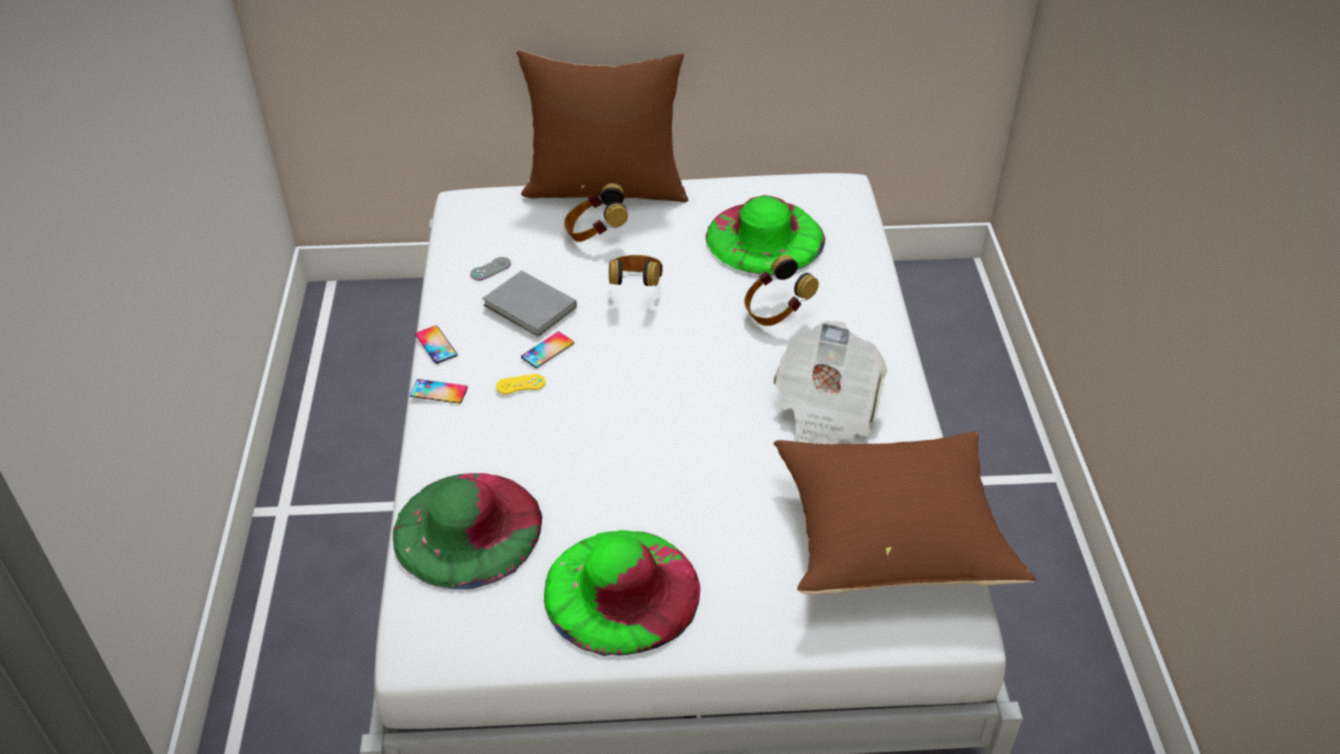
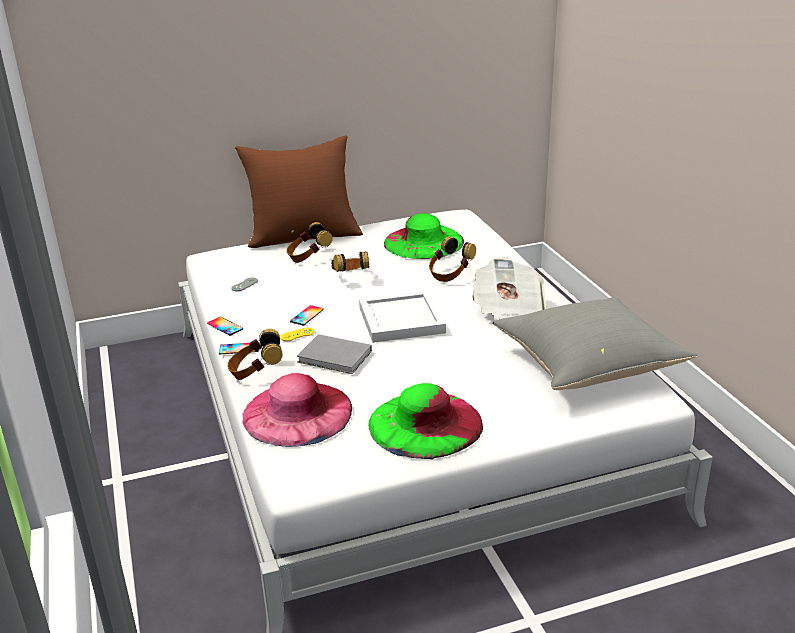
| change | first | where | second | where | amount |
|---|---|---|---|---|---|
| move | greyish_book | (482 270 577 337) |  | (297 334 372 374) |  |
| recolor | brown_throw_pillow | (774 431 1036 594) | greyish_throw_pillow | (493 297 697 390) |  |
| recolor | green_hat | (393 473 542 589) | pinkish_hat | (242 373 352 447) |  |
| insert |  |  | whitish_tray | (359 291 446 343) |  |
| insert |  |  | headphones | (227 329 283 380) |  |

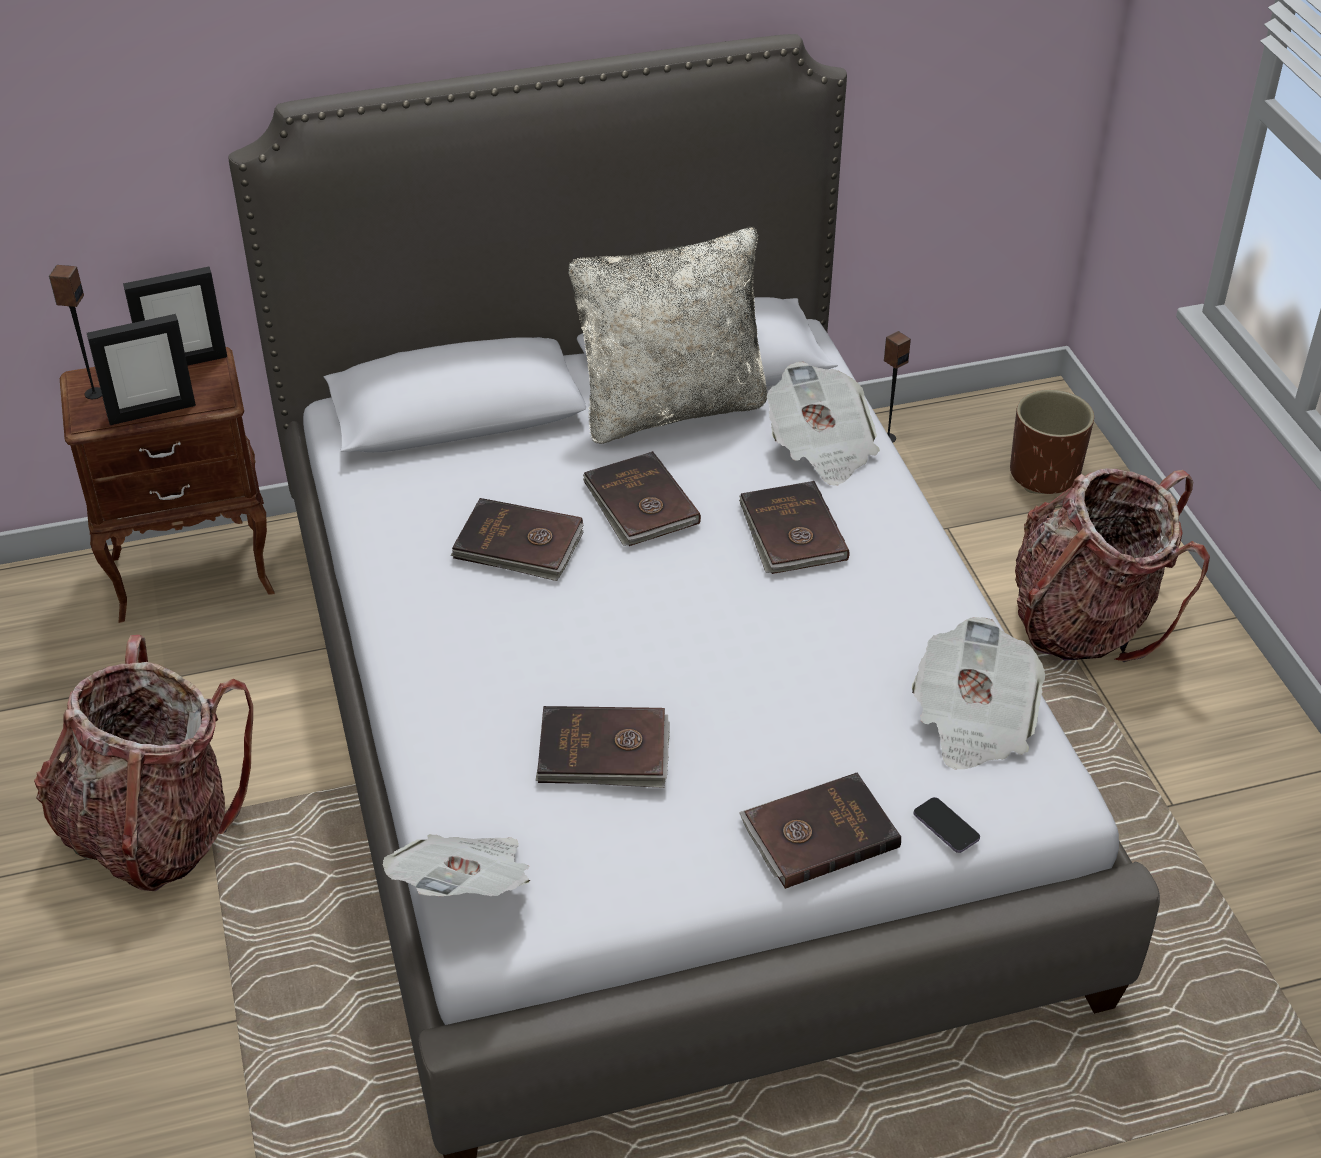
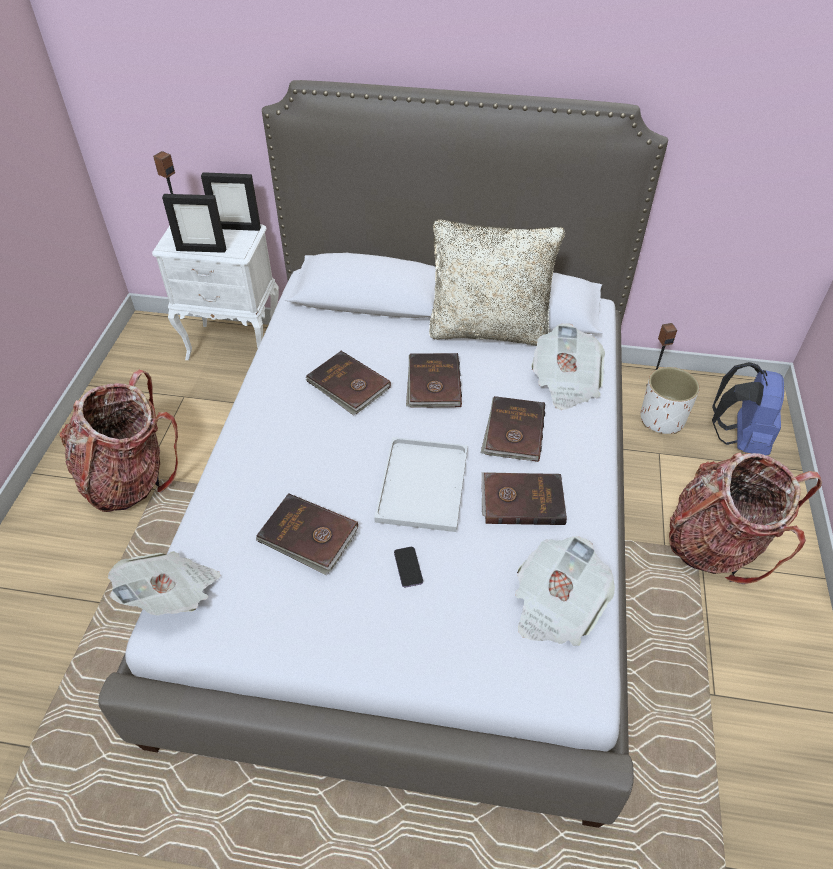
| change | first | where | second | where | amount |
|---|---|---|---|---|---|
| recolor | brown_bedside_table | (60 347 275 623) | whitish_bedside_table | (152 224 279 360) |  |
| replace | brown_plant_pot | (1010 390 1094 494) | blue_rucksack | (712 362 784 455) |  |
| move | brown_book | (739 773 901 889) |  | (481 472 567 525) |  |
| move | phone | (914 797 980 853) |  | (394 547 423 587) |  |
| insert |  |  | whitish_plant_pot | (640 367 700 434) |  |
| insert |  |  | whitish_tray | (374 437 468 532) |  |

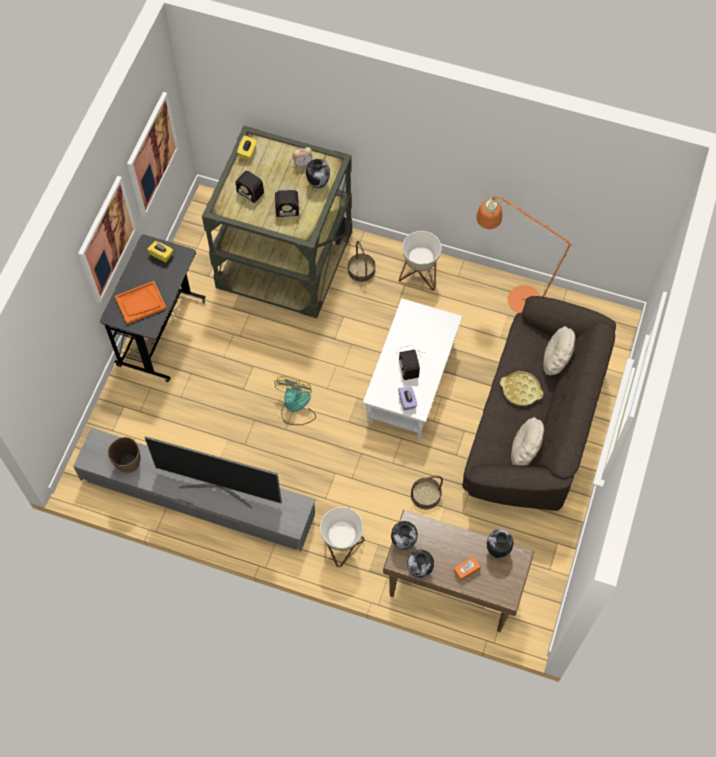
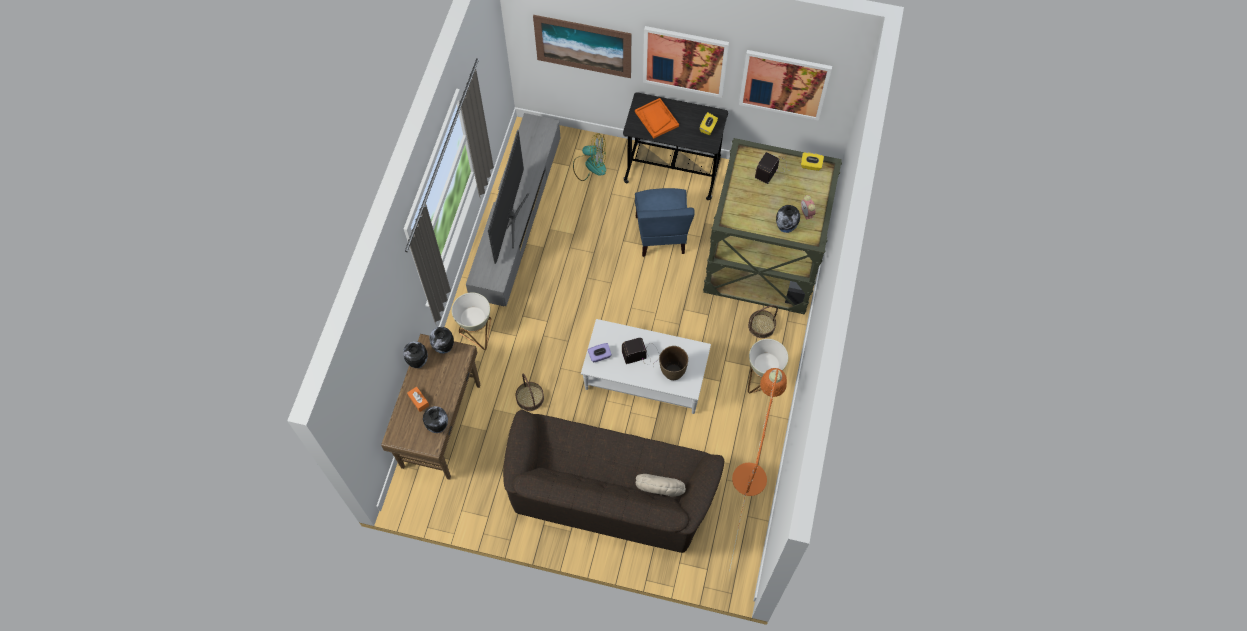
| change | first | where | second | where | amount |
|---|---|---|---|---|---|
| delete | radio | (261 190 299 217) |  |  |  |
| delete | yellow_tray | (500 371 543 406) |  |  |  |
| move | fan | (274 376 316 425) |  | (573 133 606 181) |  |
| delete | sand-coloured_throw_pillow | (511 417 544 465) |  |  |  |
| move | brown_vase | (108 437 141 473) |  | (659 346 688 380) |  |
| insert |  |  | wall_art | (533 15 631 78) |  |
| insert |  |  | blue_upright_chair | (635 188 695 257) |  |

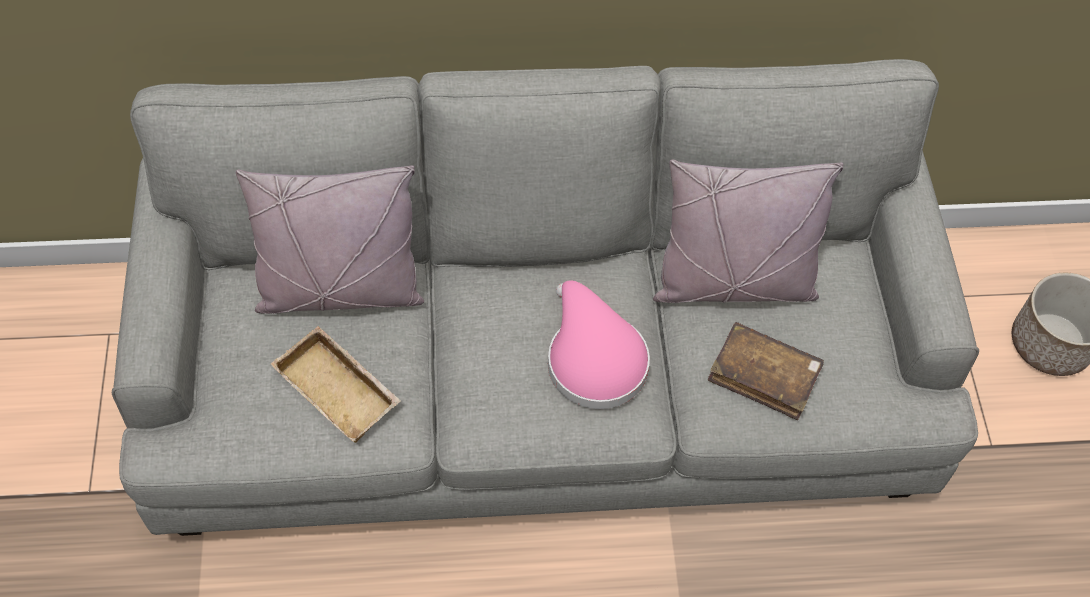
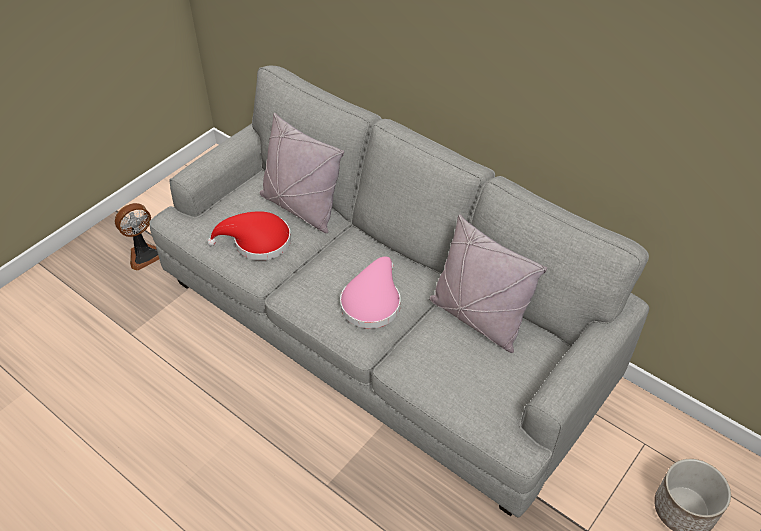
| change | first | where | second | where | amount |
|---|---|---|---|---|---|
| delete | brown_book | (708 322 824 420) |  |  |  |
| replace | sand-coloured_tray | (271 326 401 443) | reddish_hat | (207 211 291 260) |  |
| insert |  |  | fan | (115 203 159 271) |  |

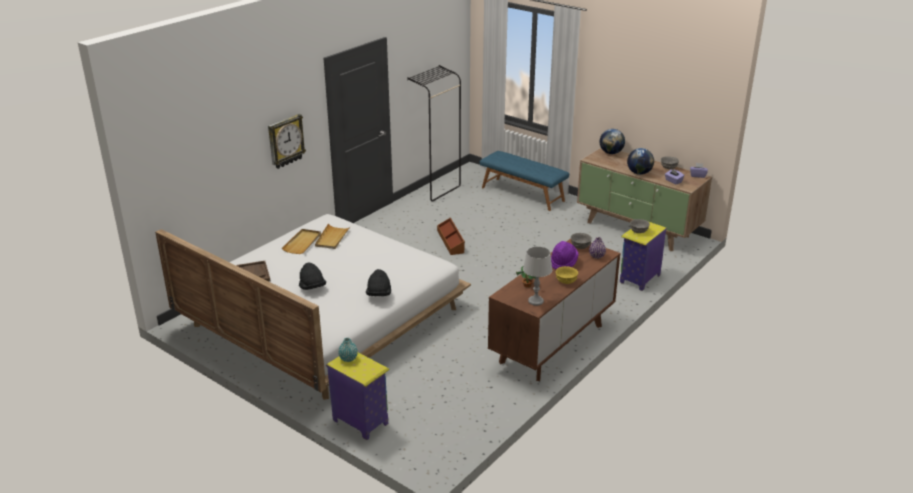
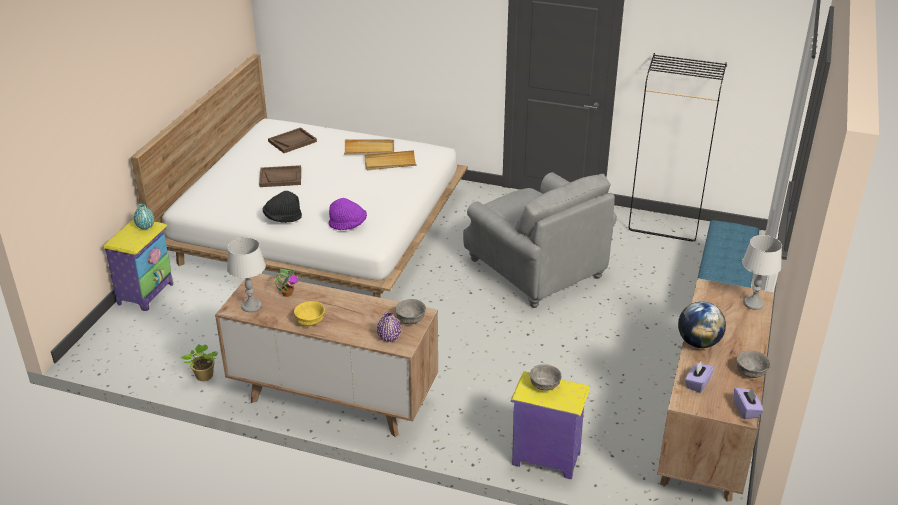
| change | first | where | second | where | amount |
|---|---|---|---|---|---|
| delete | clock_on_the_wall | (268 114 306 169) |  |  |  |
| replace | desk_globe | (600 129 625 154) | greyish_table_lamp | (742 235 782 310) |  |
| replace | brown_storage_box | (437 218 465 255) | greyish_easy_chair | (463 172 617 308) |  |
| recolor | brown_chest_of_drawers | (488 239 620 381) | green_chest_of_drawers | (215 273 438 437) |  |
| move | purplish_hat | (551 241 579 269) |  | (329 198 367 230) |  |
| replace | blackish_hat | (299 263 326 290) | brown_tray | (259 165 301 187) |  |
| insert |  |  | plant_in_a_pot | (181 344 218 381) |  |

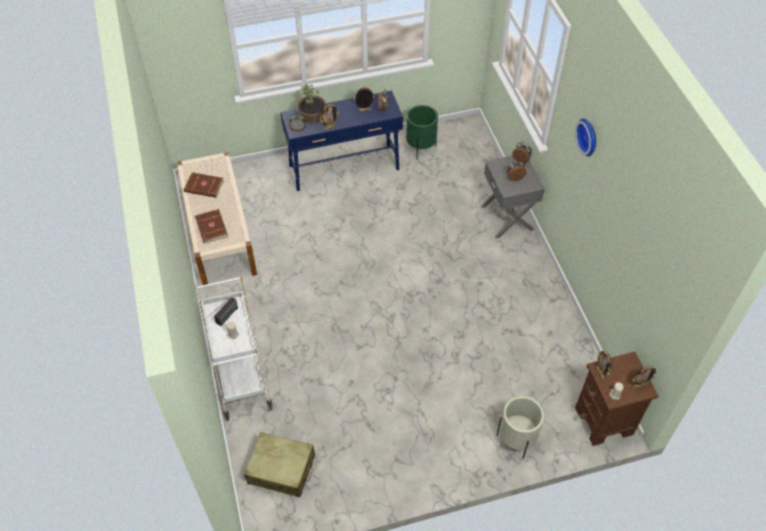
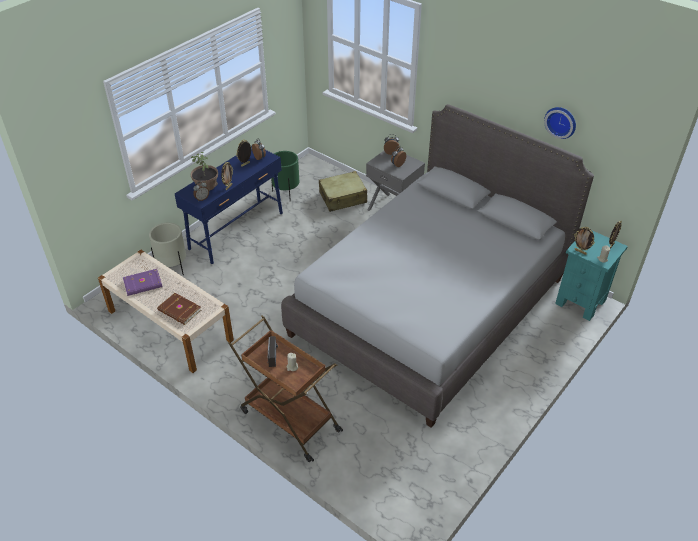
| change | first | where | second | where | amount |
|---|---|---|---|---|---|
| move | clock_on_the_wall | (575 119 596 156) |  | (544 107 576 139) |  |
| recolor | brown_book | (184 172 224 198) | purplish_book | (123 269 163 296) |  |
| recolor | whitish_trolley | (195 274 273 421) | brown_trolley | (228 315 343 462) |  |
| recolor | brown_bedside_table | (575 352 659 446) | turquoise-coloured_bedside_table | (555 231 628 321) |  |
| move | sand-coloured_plant_pot | (496 396 544 459) |  | (149 223 186 275) |  |
| move | sand-coloured_travel_case | (244 432 315 497) |  | (319 171 367 212) |  |
| insert |  |  | greyish_bedroom_bed | (281 104 594 428) |  |

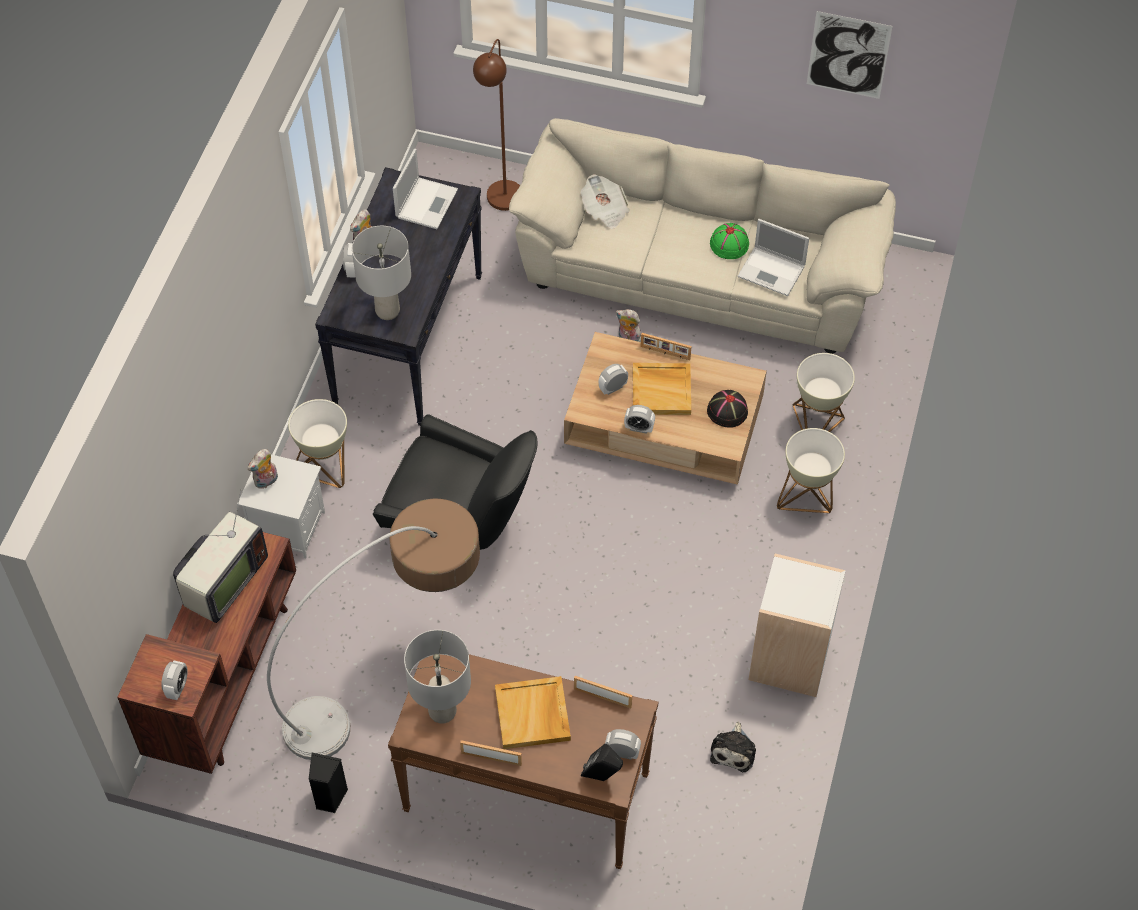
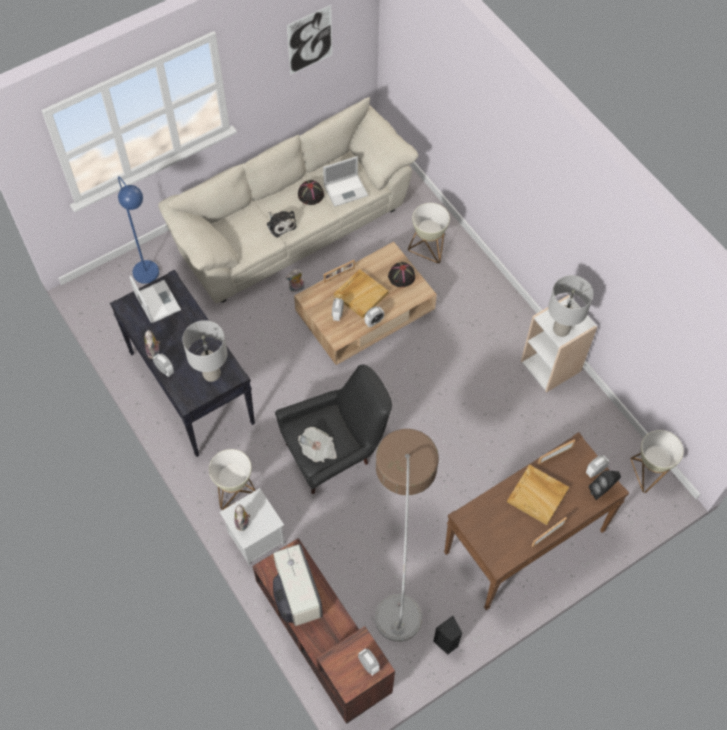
| change | first | where | second | where | amount |
|---|---|---|---|---|---|
| recolor | brown_standard_lamp | (473 39 520 211) | blue_standard_lamp | (118 176 159 284) |  |
| move | printed_paper | (581 174 630 229) |  | (298 427 337 462) |  |
| recolor | green_hat | (710 223 749 259) | blackish_hat | (298 180 324 205) |  |
| move | plant_pot | (777 428 845 513) |  | (630 430 683 493) |  |
| move | greyish_table_lamp | (404 630 471 724) |  | (548 275 593 337) |  |
| move | plush_toy | (710 721 756 772) |  | (267 211 296 238) |  |

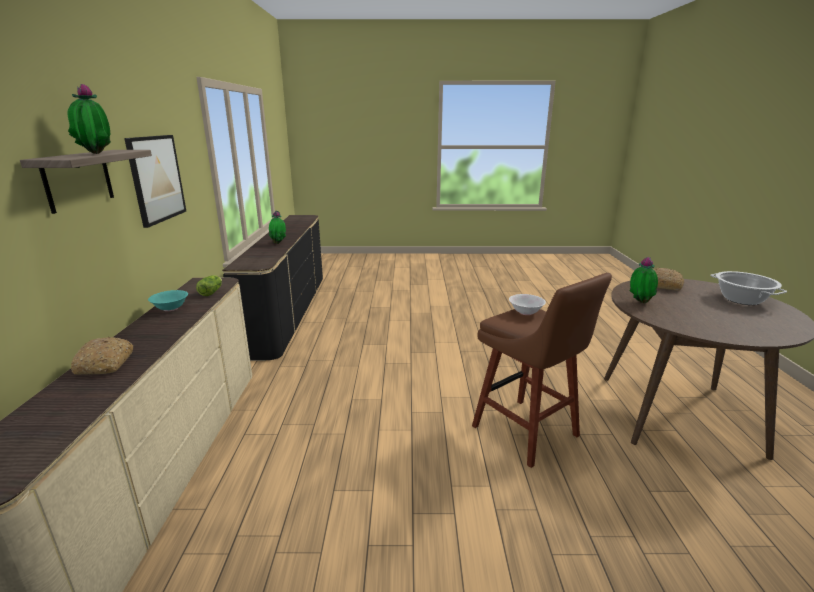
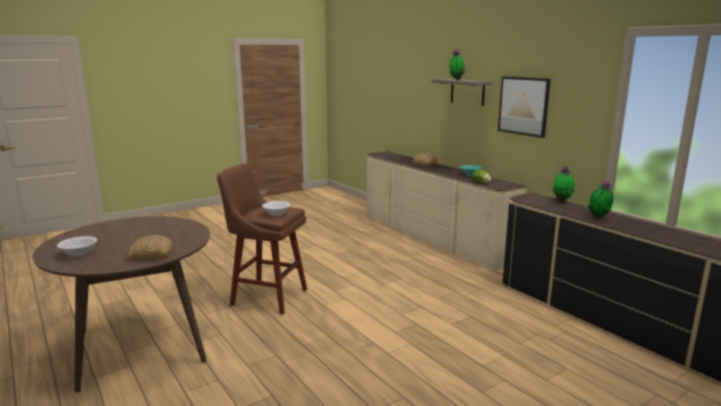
| change | first | where | second | where | amount |
|---|---|---|---|---|---|
| move | plant_in_a_pot | (630 257 658 303) |  | (552 166 575 202) |  |
| replace | cooking_pot | (710 271 787 305) | whitish_bowl | (57 236 97 257) |  |

